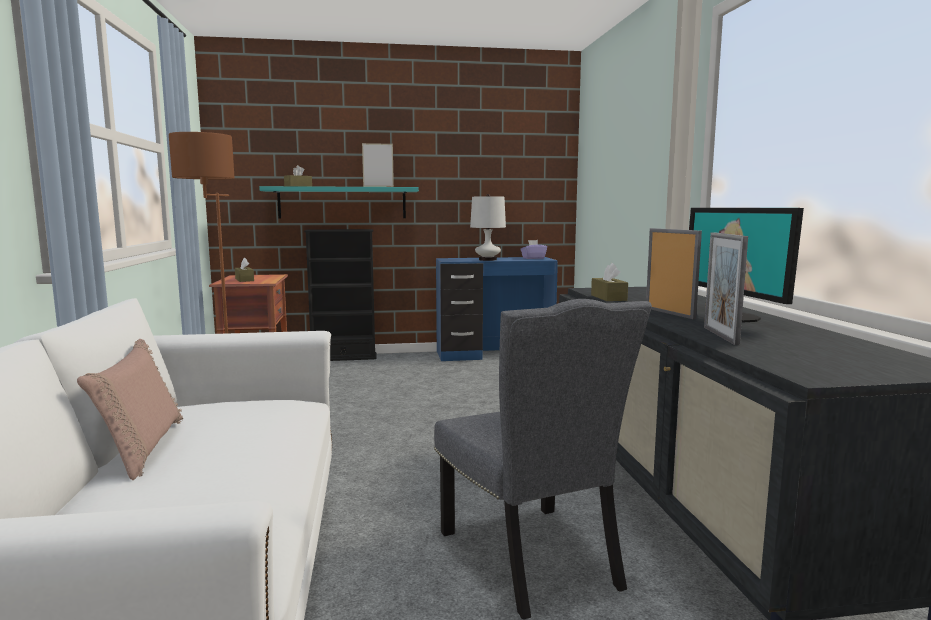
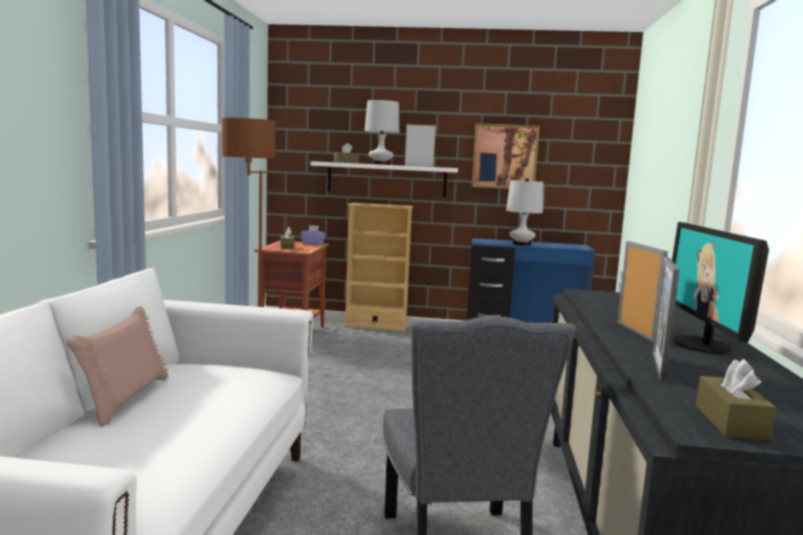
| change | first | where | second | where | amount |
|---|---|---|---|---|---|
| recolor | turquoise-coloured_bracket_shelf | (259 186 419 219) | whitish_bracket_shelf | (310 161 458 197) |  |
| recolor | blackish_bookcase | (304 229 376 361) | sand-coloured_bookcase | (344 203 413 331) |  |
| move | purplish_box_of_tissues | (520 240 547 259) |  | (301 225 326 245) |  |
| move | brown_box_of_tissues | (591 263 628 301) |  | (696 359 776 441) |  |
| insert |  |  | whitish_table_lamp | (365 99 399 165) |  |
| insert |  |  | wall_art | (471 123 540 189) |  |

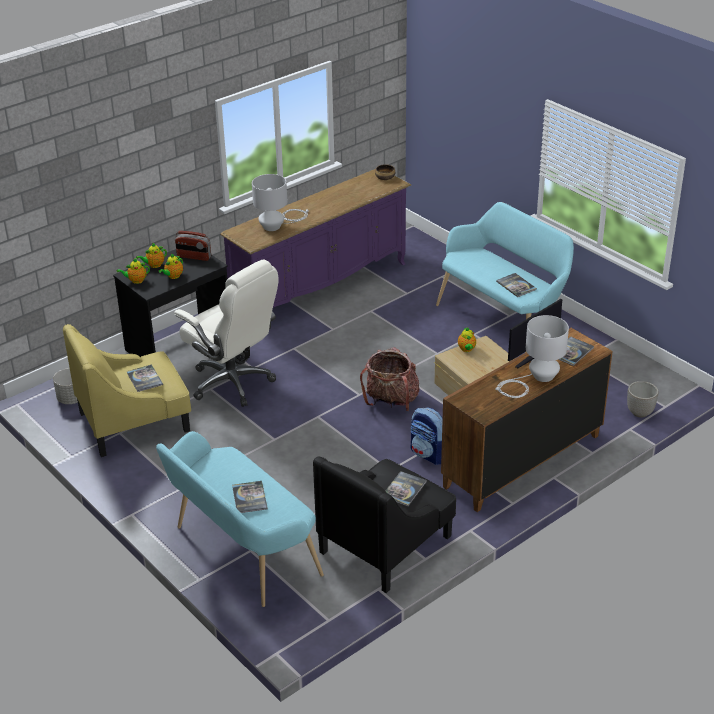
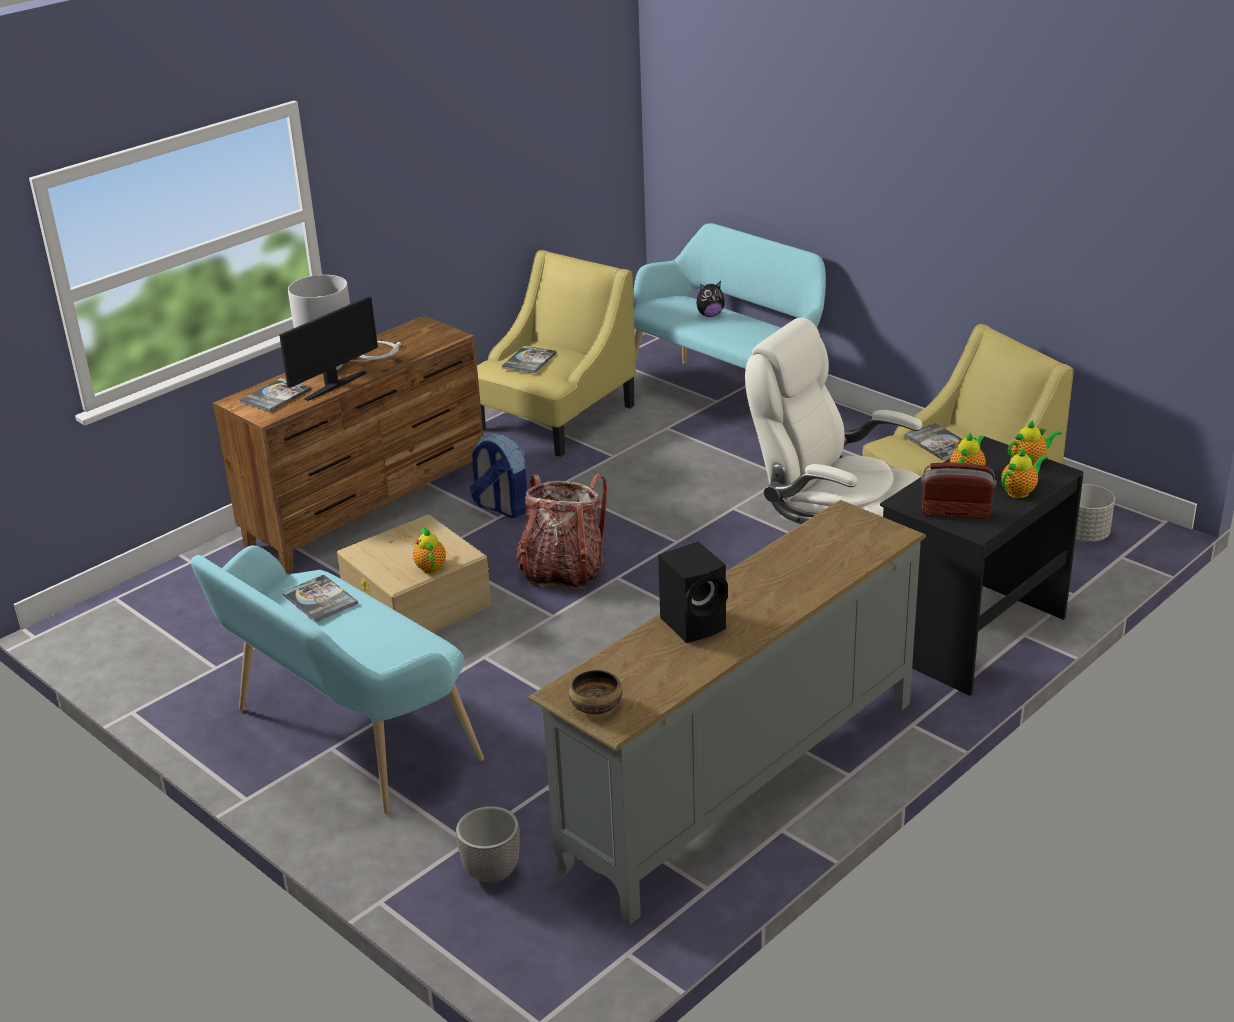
| change | first | where | second | where | amount |
|---|---|---|---|---|---|
| recolor | purplish_cabinet | (220 169 411 307) | greyish_cabinet | (528 500 926 925) |  |
| delete | whitish_table_lamp | (252 174 309 231) |  |  |  |
| move | plant_pot | (627 381 659 418) |  | (456 806 520 884) |  |
| recolor | blackish_easy_chair | (313 456 456 593) | yellow_easy_chair | (477 250 636 457) |  |
| replace | book | (232 481 268 513) | plush_toy | (696 281 725 317) |  |
| insert |  |  | blackish_loudspeaker | (658 541 728 643) |  |

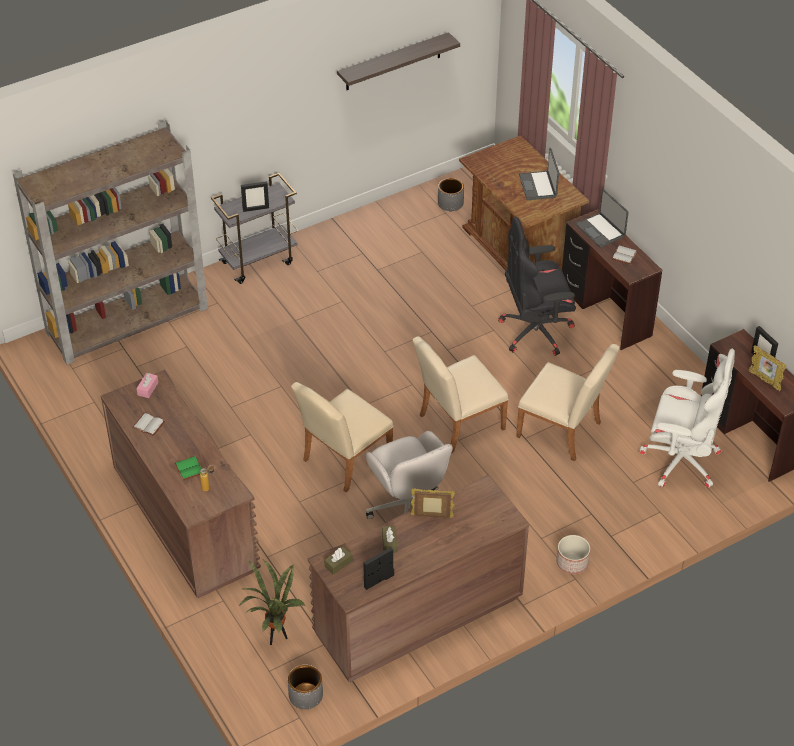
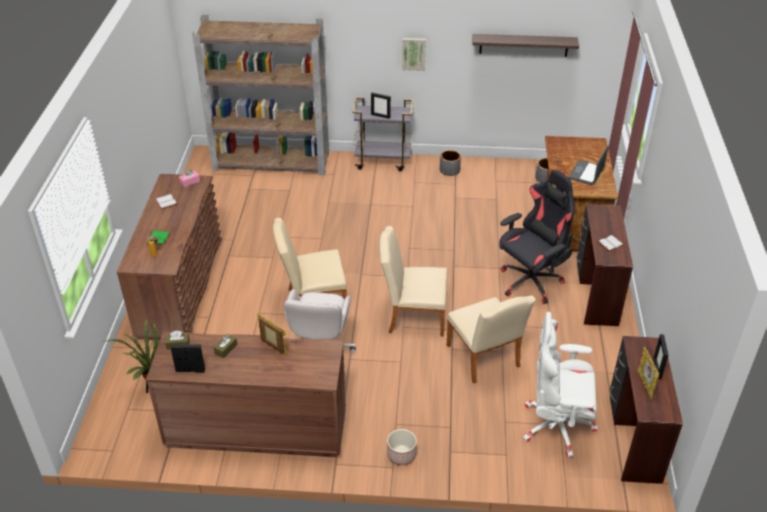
| change | first | where | second | where | amount |
|---|---|---|---|---|---|
| delete | laptop | (576 189 629 248) |  |  |  |
| rotate | blackish_office_chair | (498 216 576 356) |  | (499 170 575 304) | 120 degrees clockwise |
| rotate | whitish_office_chair | (639 348 735 488) |  | (523 311 598 457) | 135 degrees clockwise |
| move | greyish_plant_pot | (288 665 323 709) |  | (440 150 461 176) |  |
| insert |  |  | wall_art | (402 38 426 71) |  |

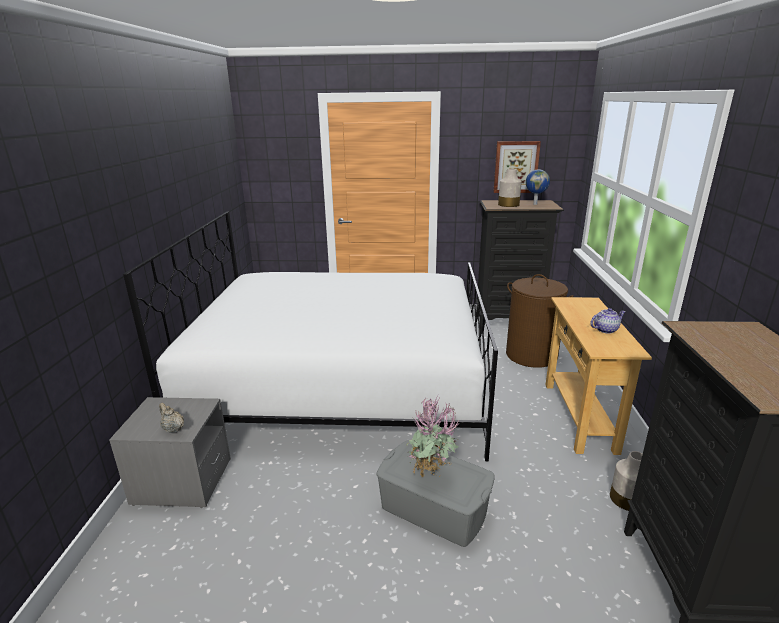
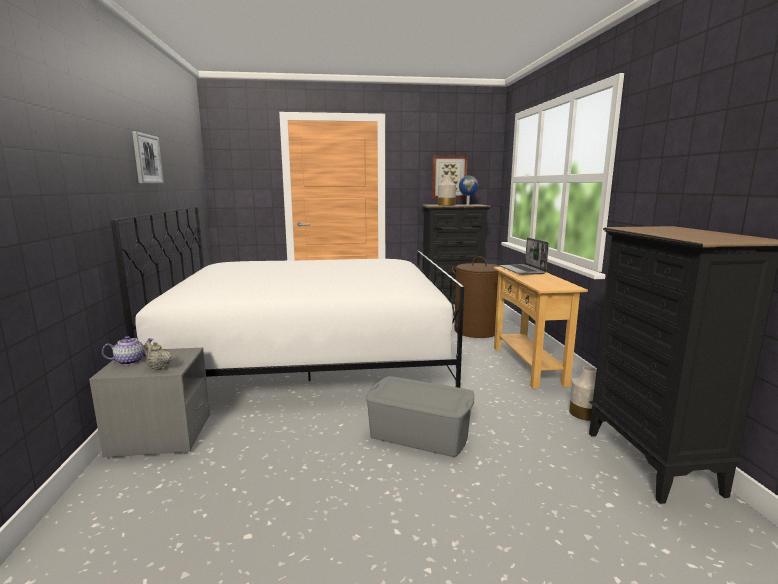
| change | first | where | second | where | amount |
|---|---|---|---|---|---|
| move | pot_for_tea | (590 308 625 334) |  | (102 336 154 365) |  |
| delete | plant_in_a_pot | (406 395 460 477) |  |  |  |
| insert |  |  | wall_art | (132 131 164 183) |  |
| insert |  |  | laptop | (499 238 549 275) |  |

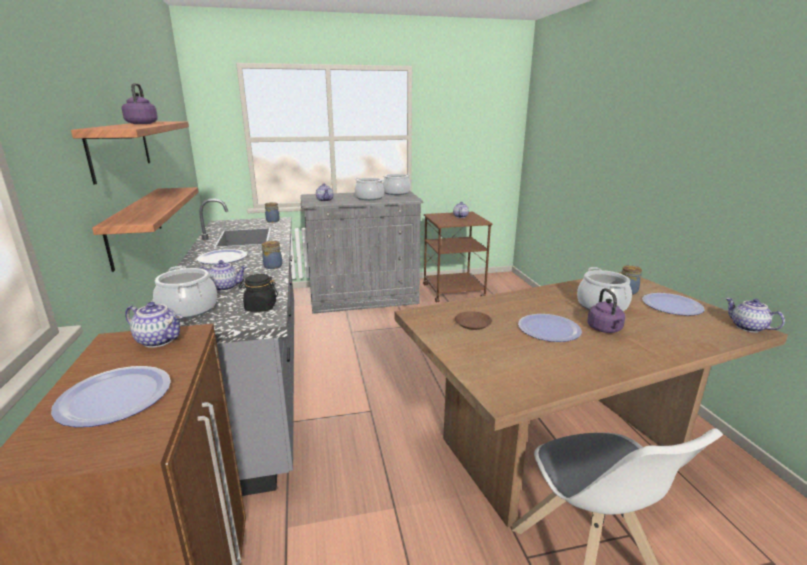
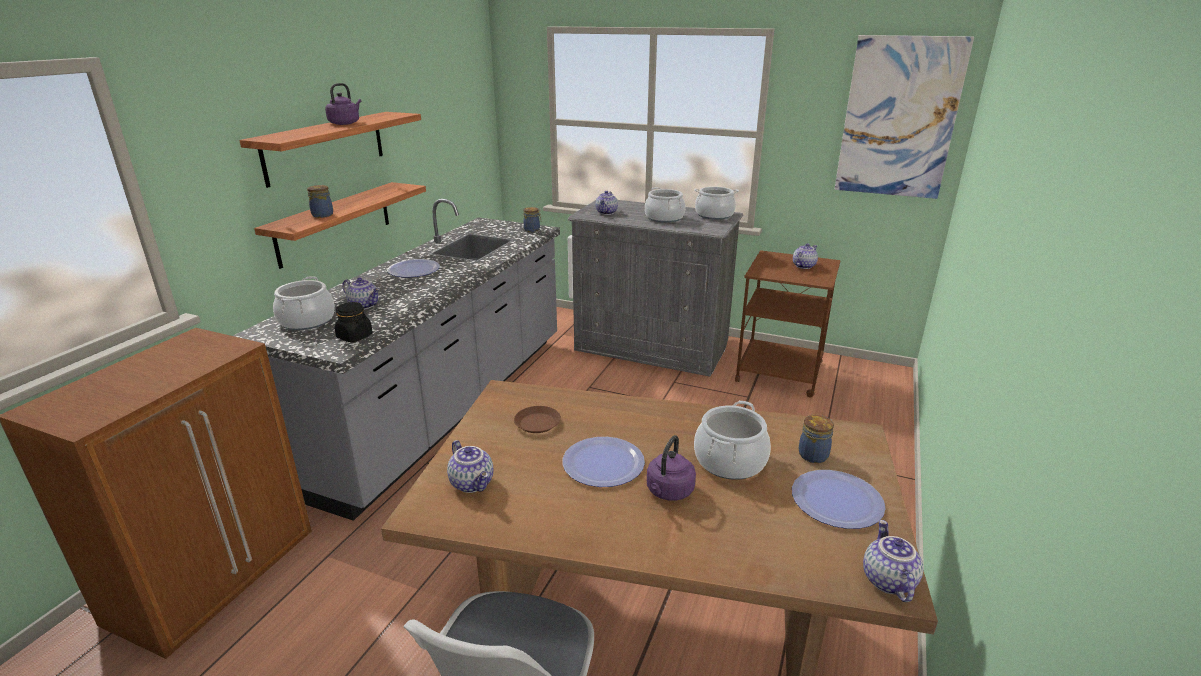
| change | first | where | second | where | amount |
|---|---|---|---|---|---|
| move | jar | (262 241 282 269) |  | (307 185 333 218) |  |
| move | pot_for_tea | (125 302 183 348) |  | (447 440 493 493) |  |
| delete | plate | (51 366 171 427) |  |  |  |
| insert |  |  | wall_art | (835 35 974 199) |  |

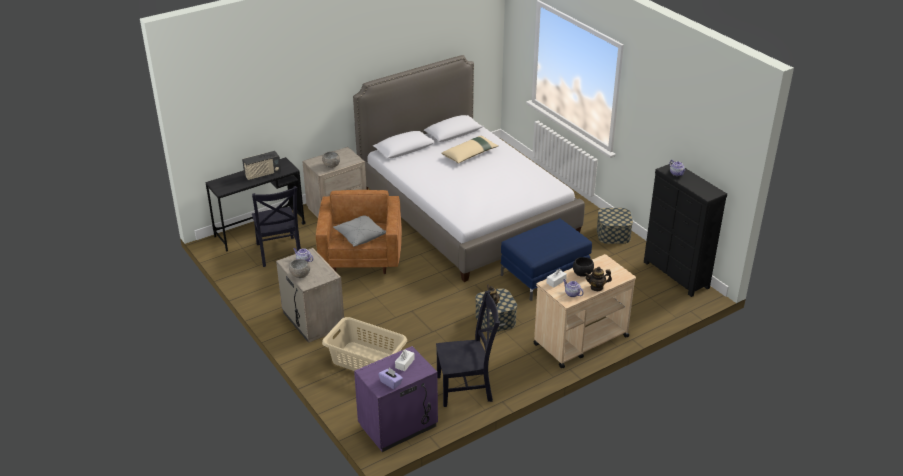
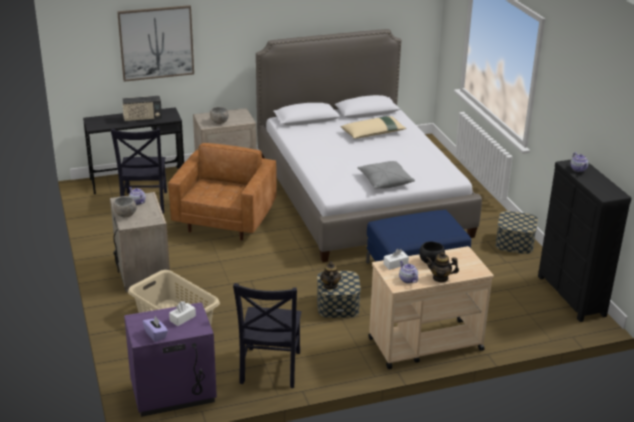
| change | first | where | second | where | amount |
|---|---|---|---|---|---|
| move | greyish_throw_pillow | (333 215 386 247) |  | (357 161 415 189) |  |
| rotate | blackish_upright_chair | (436 290 500 407) |  | (233 283 301 388) | 90 degrees clockwise |
| insert |  |  | wall_art | (117 5 194 82) |  |

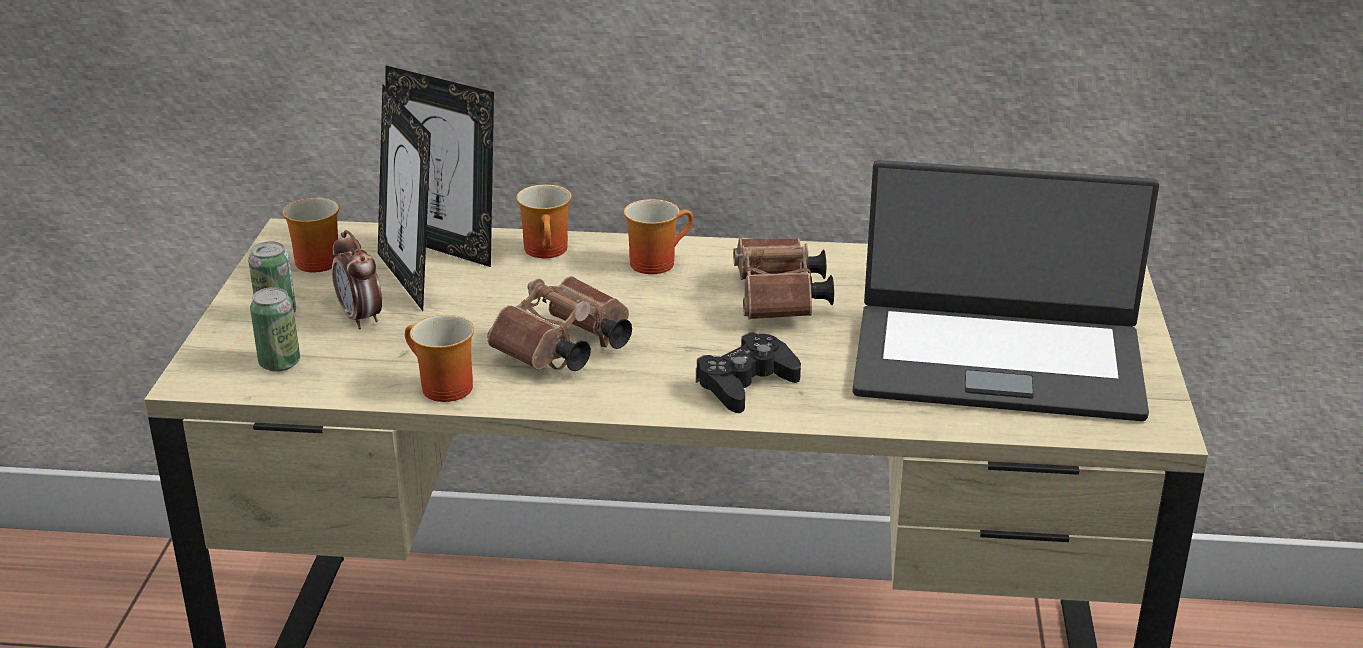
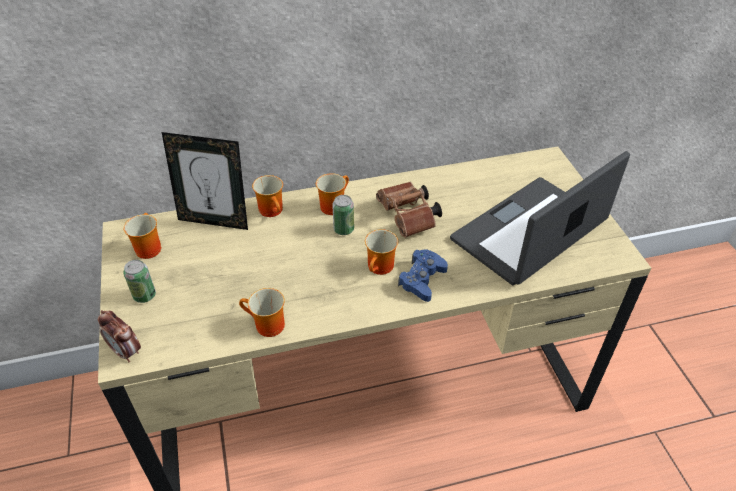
| change | first | where | second | where | amount |
|---|---|---|---|---|---|
| delete | standing_frame | (378 84 431 311) |  |  |  |
| rotate | laptop | (853 160 1159 421) |  | (450 151 630 285) | 150 degrees clockwise |
| move | bedside_clock | (332 230 382 329) |  | (98 310 141 362) |  |
| delete | brown_binoculars | (487 276 632 371) |  |  |  |
| move | can | (250 287 300 372) |  | (332 195 354 235) |  |
| recolor | blackish_gamepad | (696 332 801 413) | blue_gamepad | (398 249 448 302) |  |
| insert |  |  | coffee_mug | (365 229 398 275) |  |

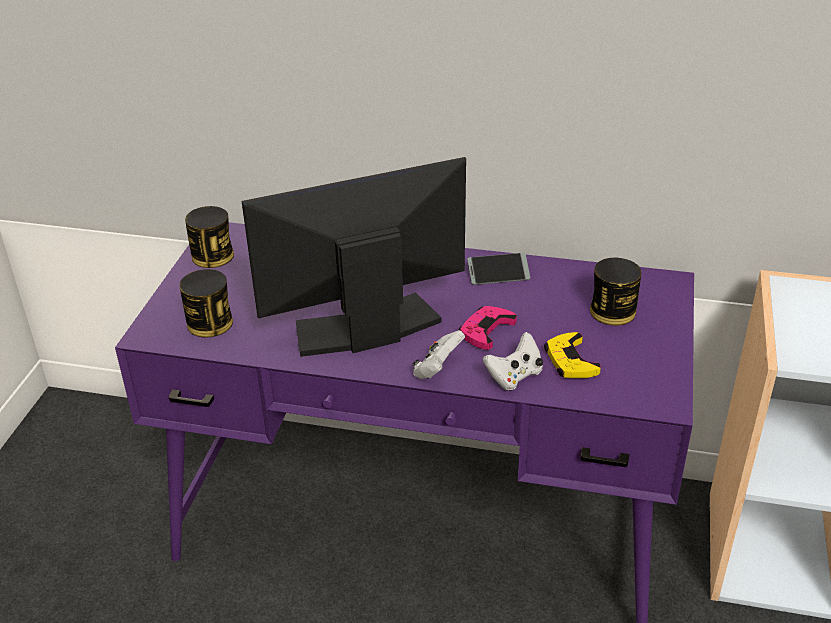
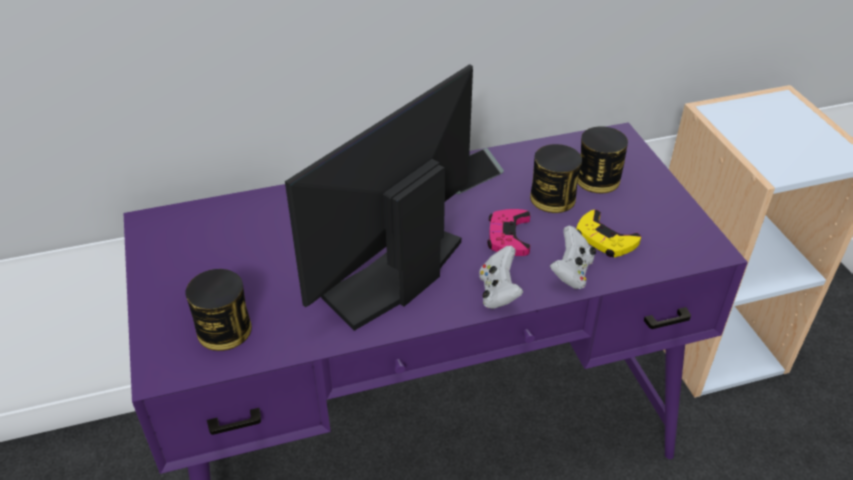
| change | first | where | second | where | amount |
|---|---|---|---|---|---|
| move | can | (185 206 234 268) |  | (530 144 582 213) |  |

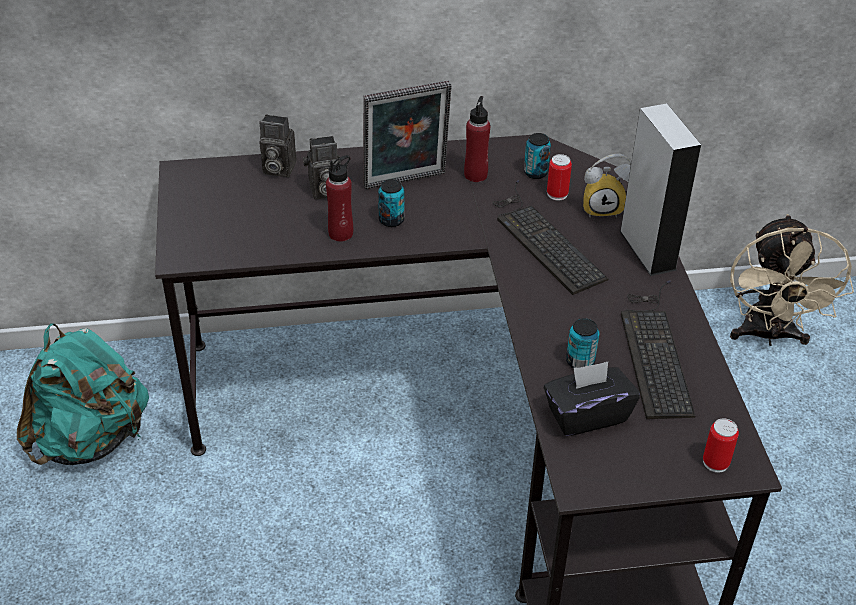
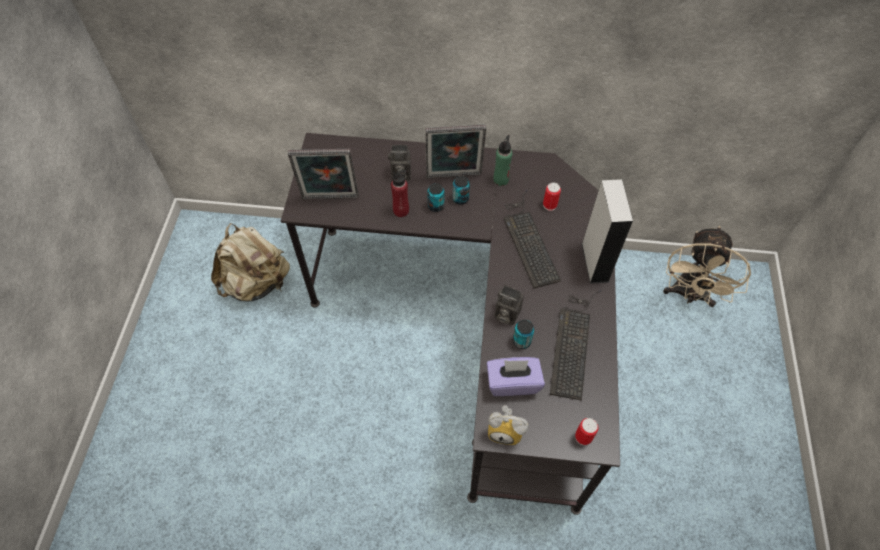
| change | first | where | second | where | amount |
|---|---|---|---|---|---|
| recolor | reddish_bottle | (464 96 490 182) | green_bottle | (493 135 512 186) |  |
| move | photo_camera | (259 114 296 177) |  | (495 285 524 325) |  |
| move | can | (524 133 551 179) |  | (453 176 470 205) |  |
| move | bedside_clock | (583 154 631 218) |  | (488 405 529 445) |  |
| recolor | turquoise-coloured_rucksack | (17 323 149 465) | sand-coloured_rucksack | (211 223 290 301) |  |
| recolor | blackish_box_of_tissues | (544 362 640 436) | purplish_box_of_tissues | (487 357 545 396) |  |
| insert |  |  | standing_frame | (288 149 359 200) |  |

